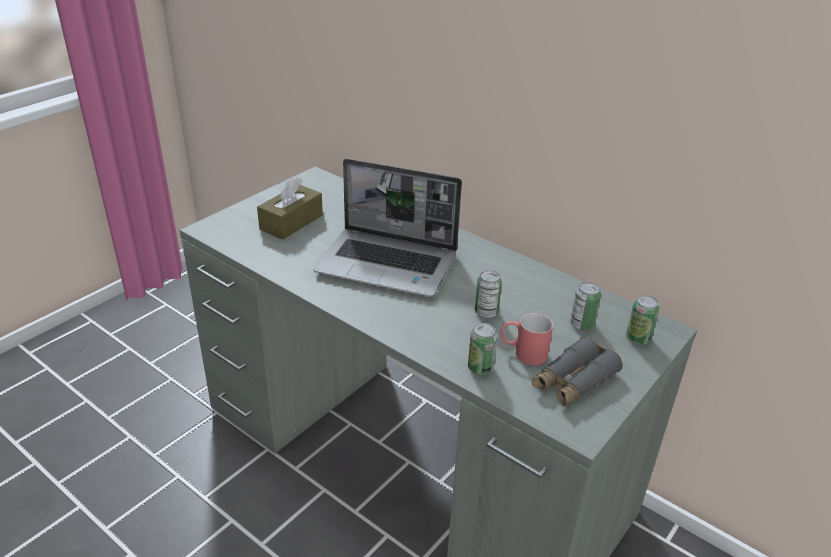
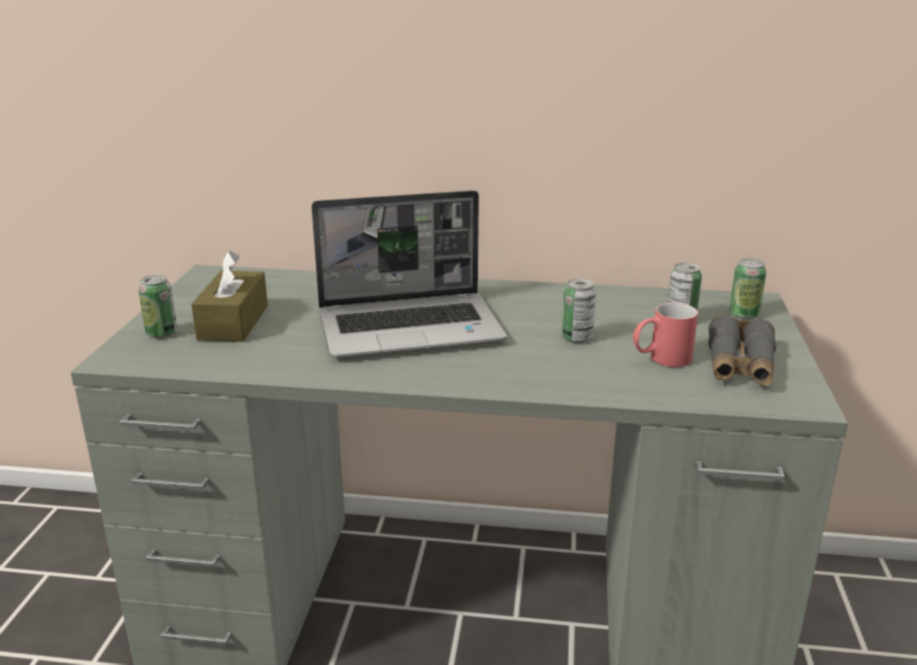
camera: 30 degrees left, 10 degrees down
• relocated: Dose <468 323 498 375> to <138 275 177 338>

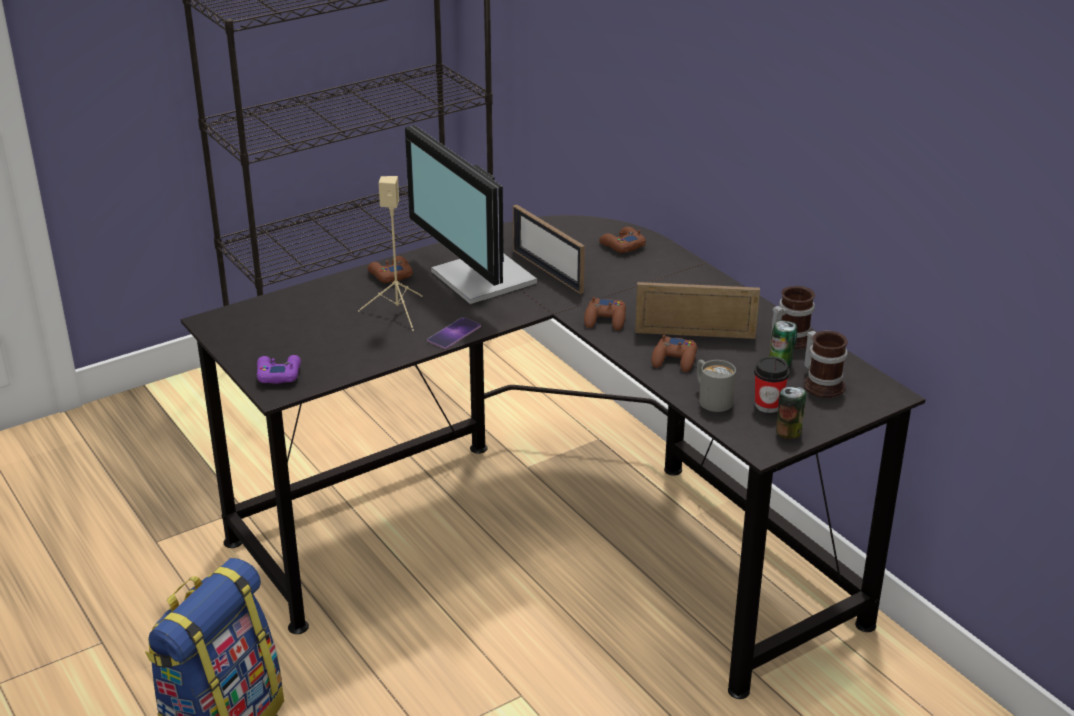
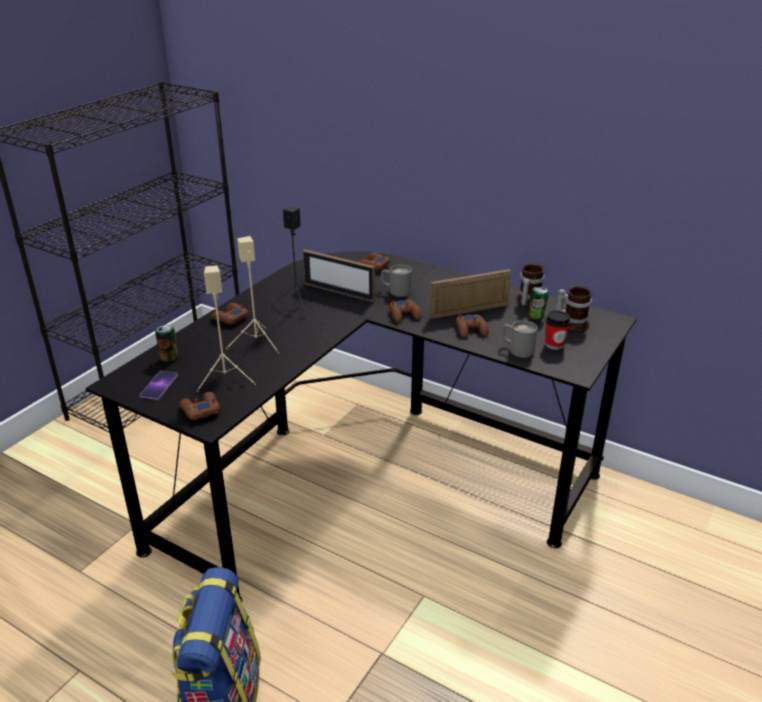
camera: 25 degrees left, 0 degrees up
• exchanged: Monitor <405 125 537 304> to Lautsprecher (schwarz) <269 206 315 320>
• relocated: Handy <427 317 481 349> to <139 371 178 400>
• colour: Gamepad (lila) <257 355 301 384> to Gamepad (braun) <180 392 220 420>
• relocated: Dose <776 387 806 439> to <155 325 178 362>
• appeared: Henkelbecher (grau) <381 265 412 297>
• appeared: Lautsprecher (beige) <196 266 256 392>

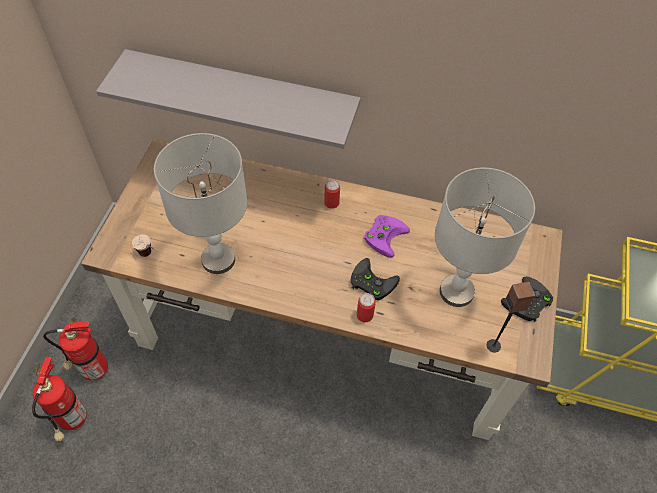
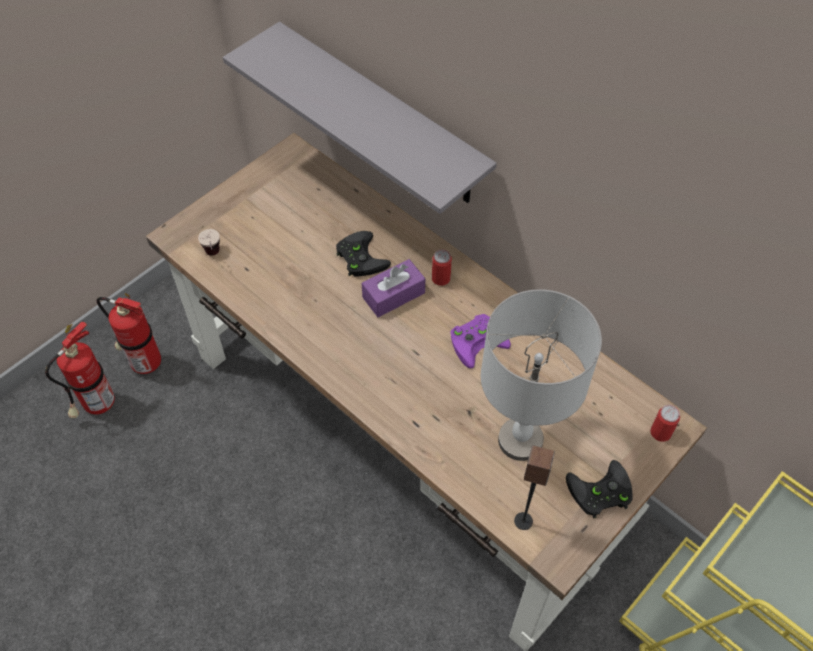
camera: 30 degrees right, 0 degrees up
• missing: Tischlampe (grau) <154 133 247 274>
• relocated: Gamepad (schwarz) <350 258 400 301> to <336 231 391 276>
• relocated: Dose <357 293 376 323> to <650 405 680 442>
• appeared: Taschentuchbox (lila) <362 259 426 317>

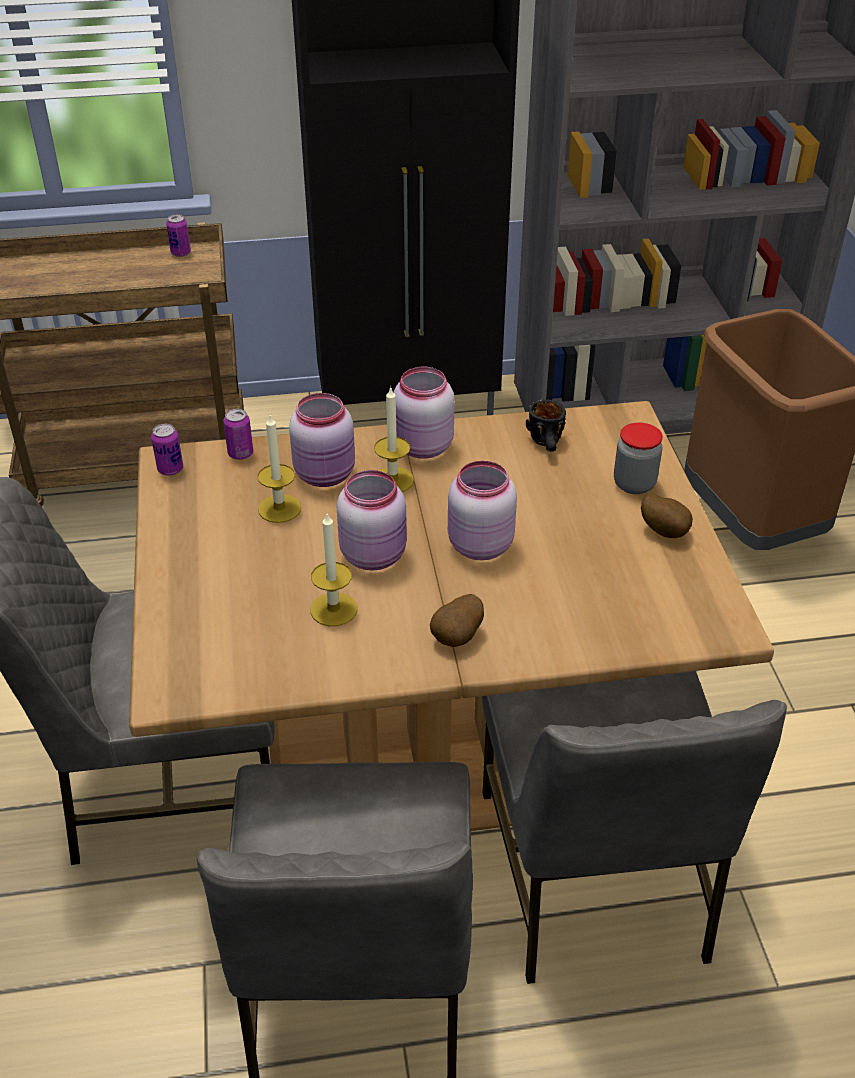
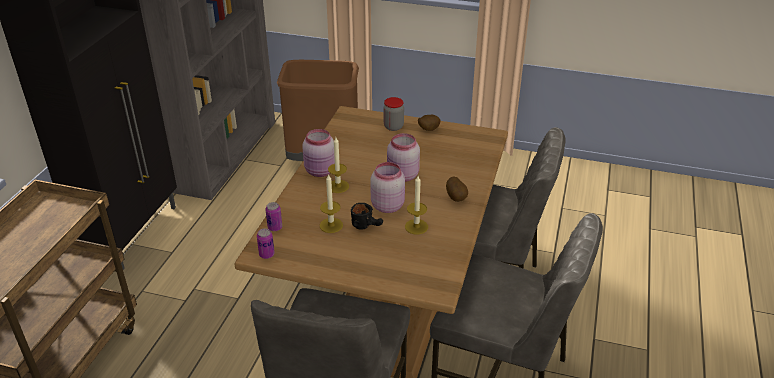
camera: 65 degrees left, 5 degrees down
• missing: Dose <166 214 191 257>
• missing: Vorratsglas (rosa) <289 393 355 487>
• relocated: Henkelbecher (schwarz) <526 400 566 452> to <351 203 383 230>

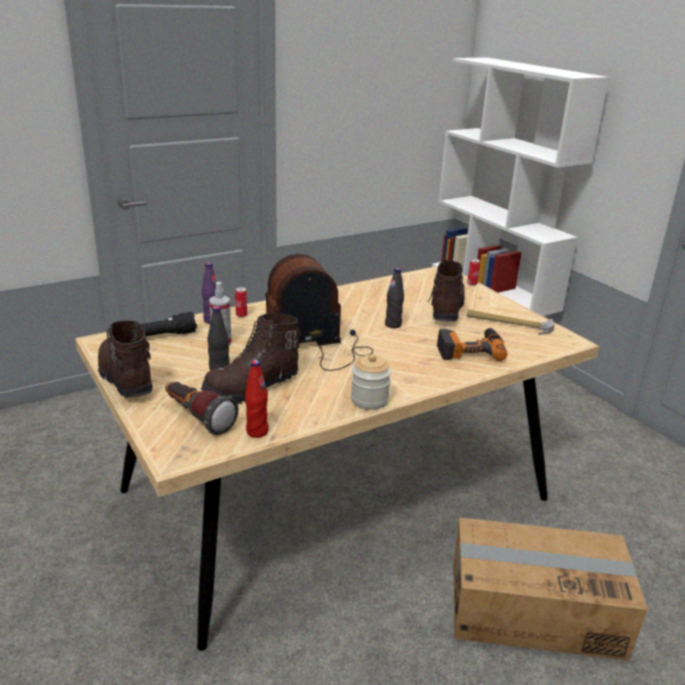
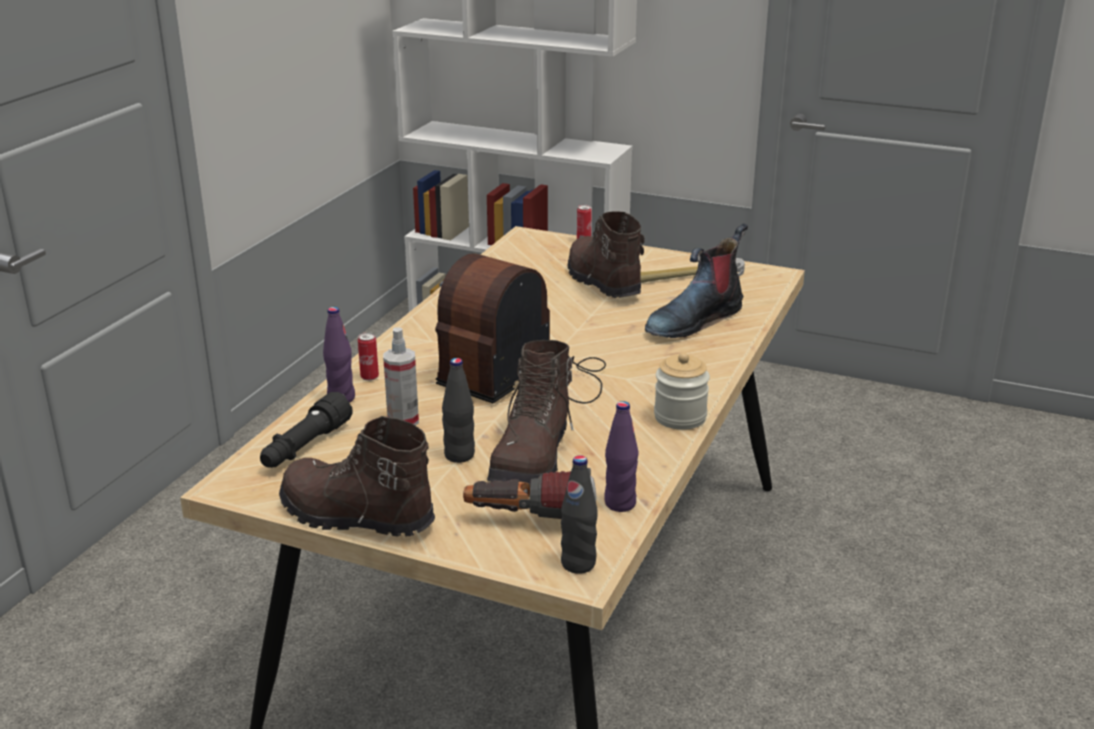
camera: 35 degrees left, 0 degrees up
• relocated: Flasche (schwarz) <385 268 404 328> to <561 455 598 574>
• exchanged: Bohrmaschine <437 328 508 361> to Stiefel <645 223 748 338>
• colour: Flasche (rot) <245 360 268 438> to Flasche (lila) <604 401 638 512>
• missing: Karton <453 517 648 661>

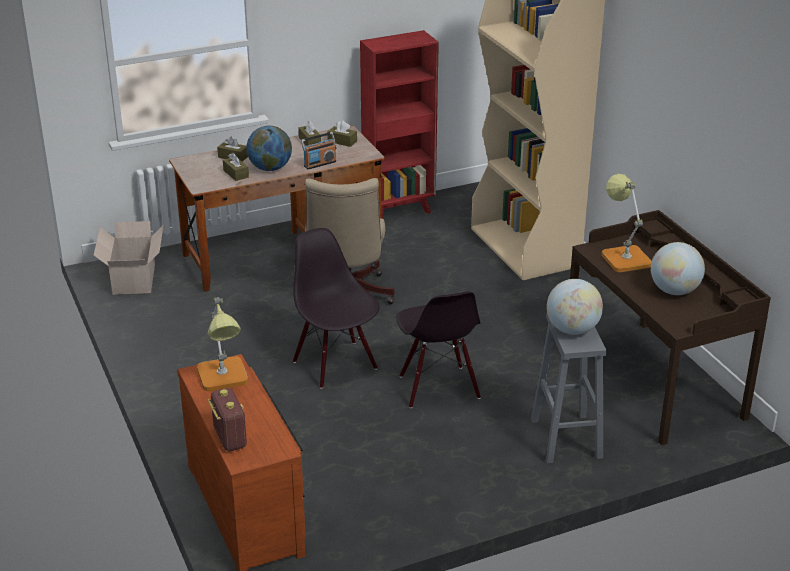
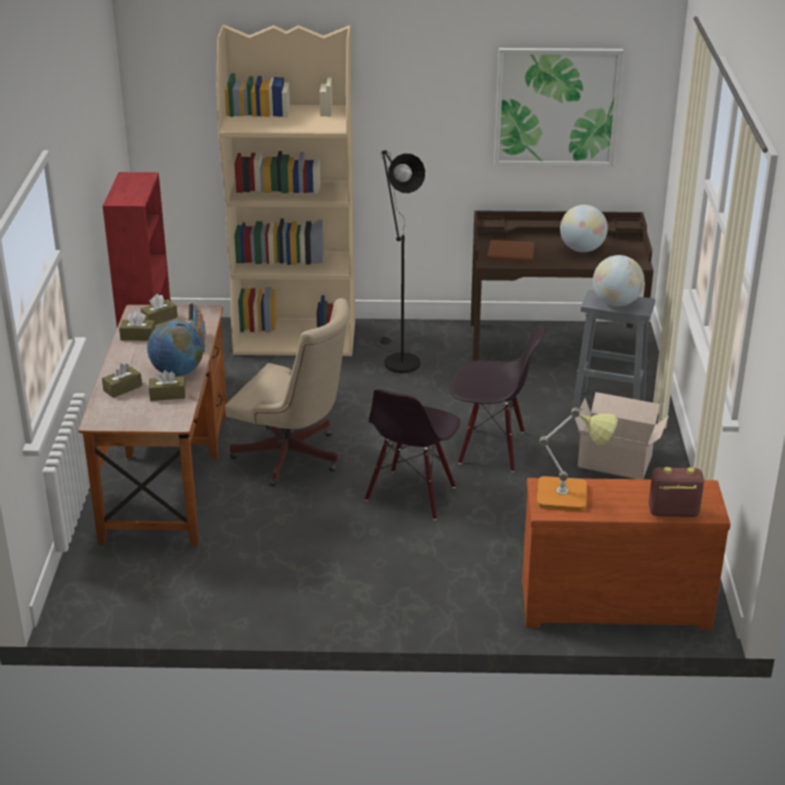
camera: 65 degrees left, 0 degrees up
• exchanged: Tischlampe <602 174 652 272> to Buch (braun) <487 240 535 262>
• relocated: Karton <94 221 163 295> to <575 392 669 479>
• spun: Stuhl (schwarz) <293 228 379 389> = <365 389 460 520> 60 degrees counterclockwise
• appeared: Bild <494 48 624 167>
• appeared: Stehlampe (schwarz) <375 150 425 373>

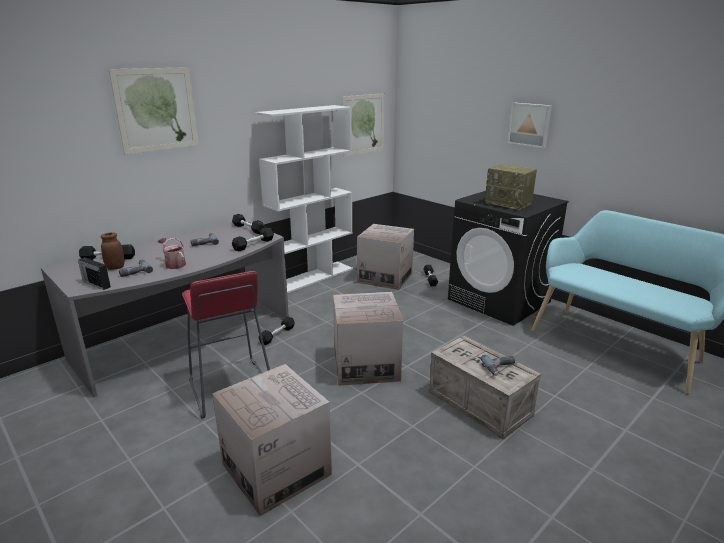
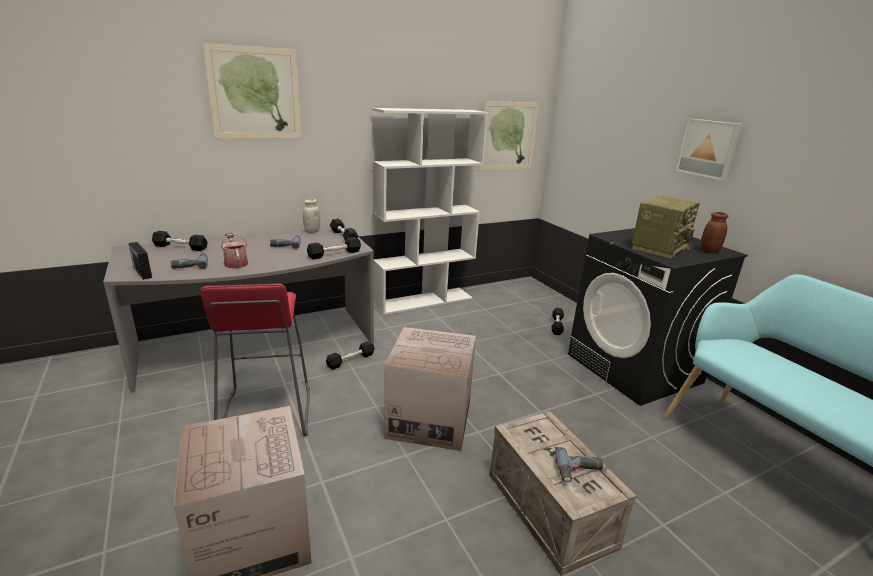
camera: 15 degrees right, 0 degrees up
• spun: Radio <485 164 537 210> = <632 195 700 259> 105 degrees counterclockwise
• missing: Karton <357 224 414 290>
• relocated: Vorratsglas (braun) <101 232 125 270> to <701 212 728 253>
• appeared: Vorratsglas (weiß) <303 199 320 233>

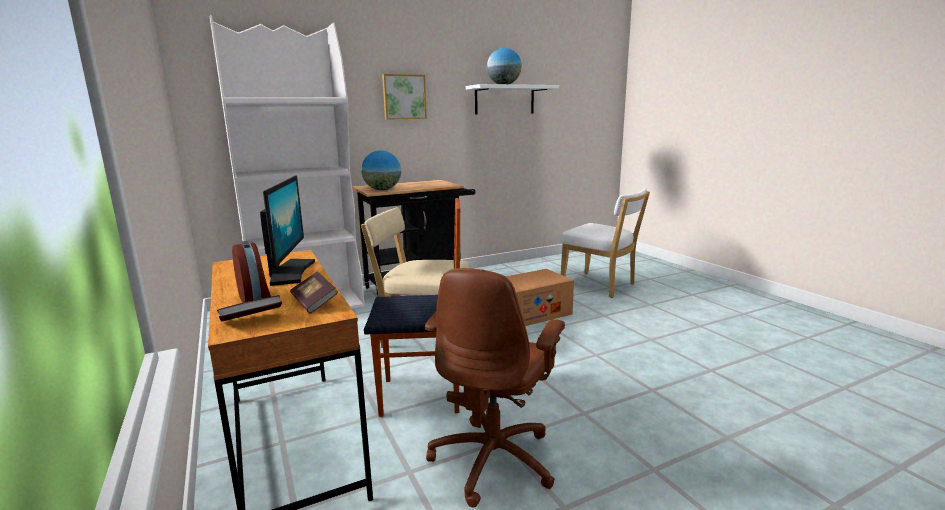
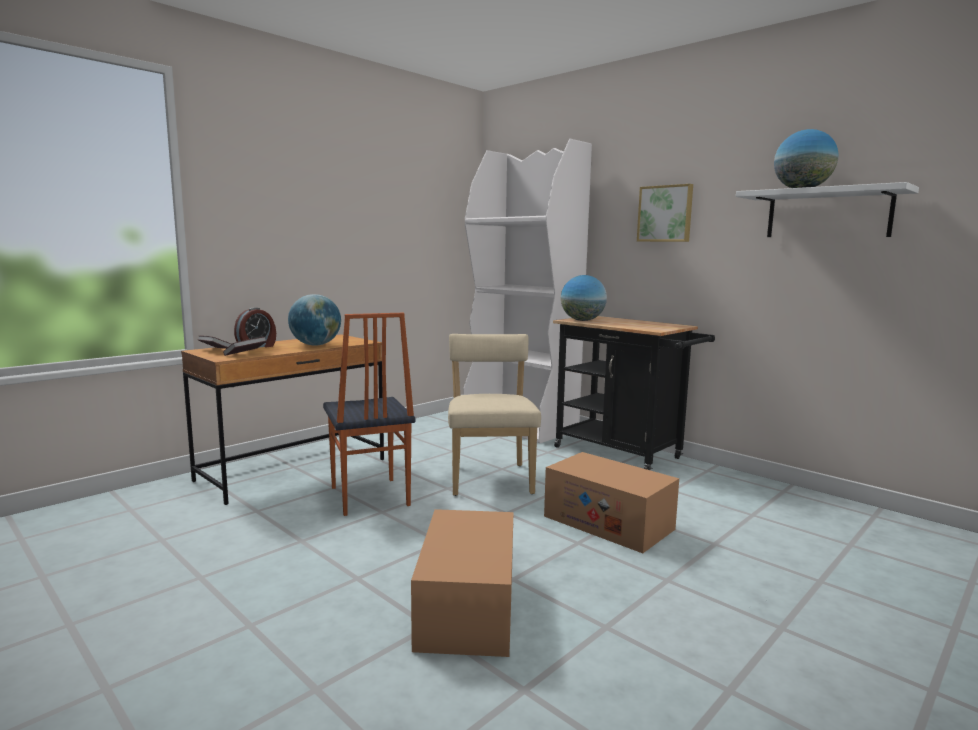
camera: 70 degrees right, 5 degrees down
• exchanged: Monitor <260 175 315 286> to Globus <288 294 341 346>
• missing: Stuhl (weiß) <560 188 650 298>
• missing: Bürostuhl (braun) <425 268 565 508>
• appeared: Karton <411 509 513 657>

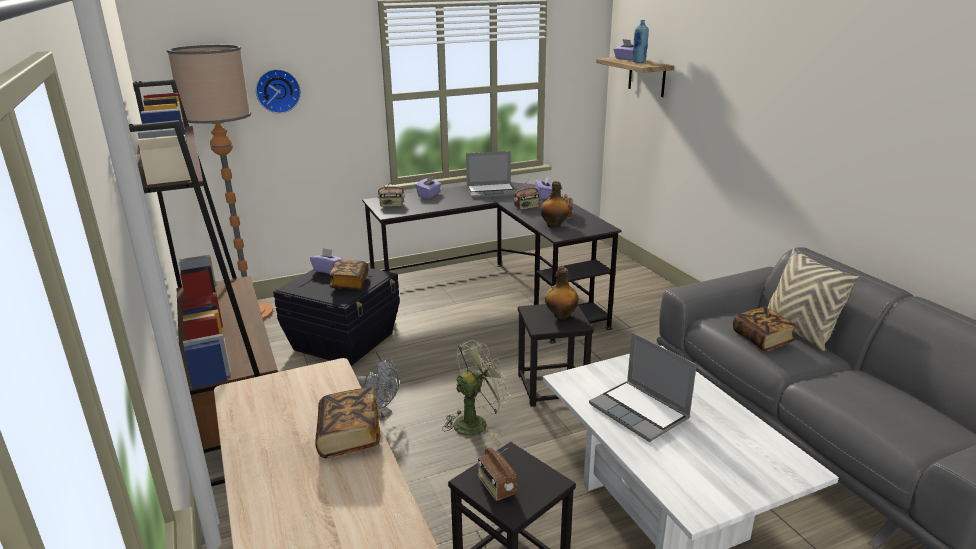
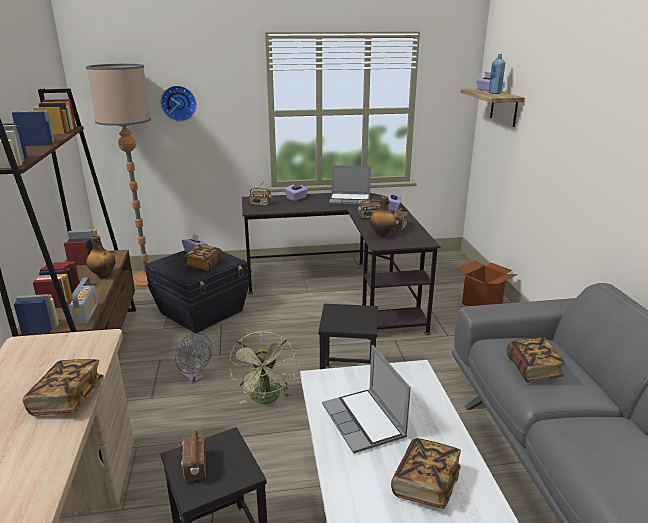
camera: 15 degrees right, 0 degrees up
• missing: Kissen (beige) <768 247 860 351>
• relocated: Flasche <545 267 579 319> to <86 235 115 278>
• spun: Ventilator (grün) <442 340 511 437> = <229 332 297 404> 105 degrees clockwise
• appeared: Karton <456 261 518 306>
• appeared: Radio <69 278 98 325>
• appeared: Buch <391 438 461 509>

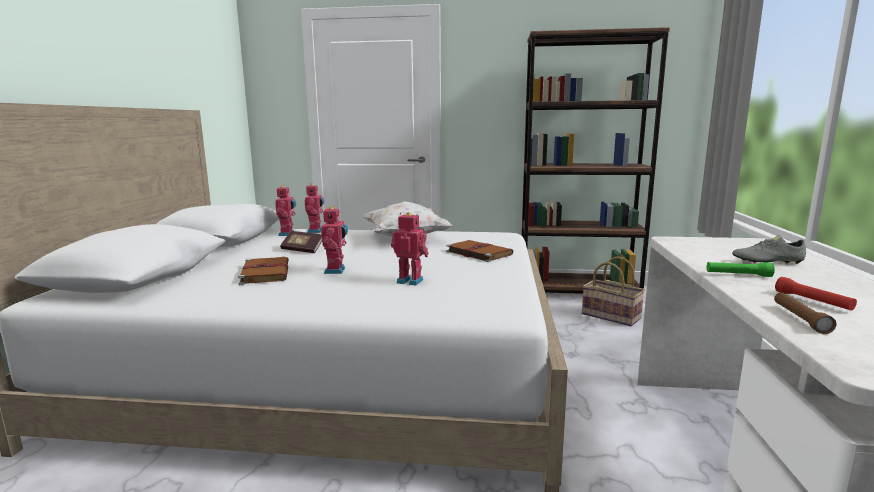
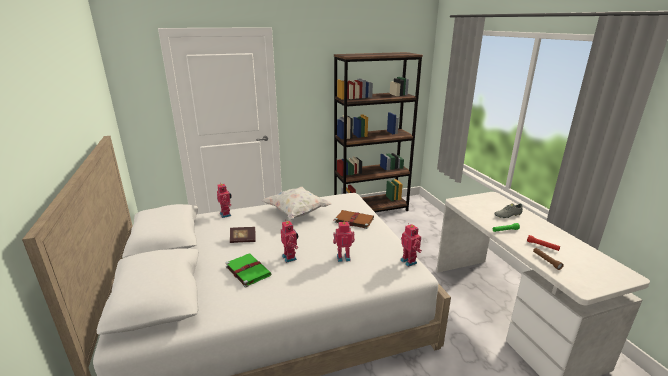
camera: 25 degrees left, 10 degrees up
• relocated: Spielzeugroboter <275 185 296 236> to <400 223 422 267>
• missing: Korb <582 256 645 326>
• colour: Buch (braun) <238 257 289 285> to Buch (grün) <226 254 272 288>

